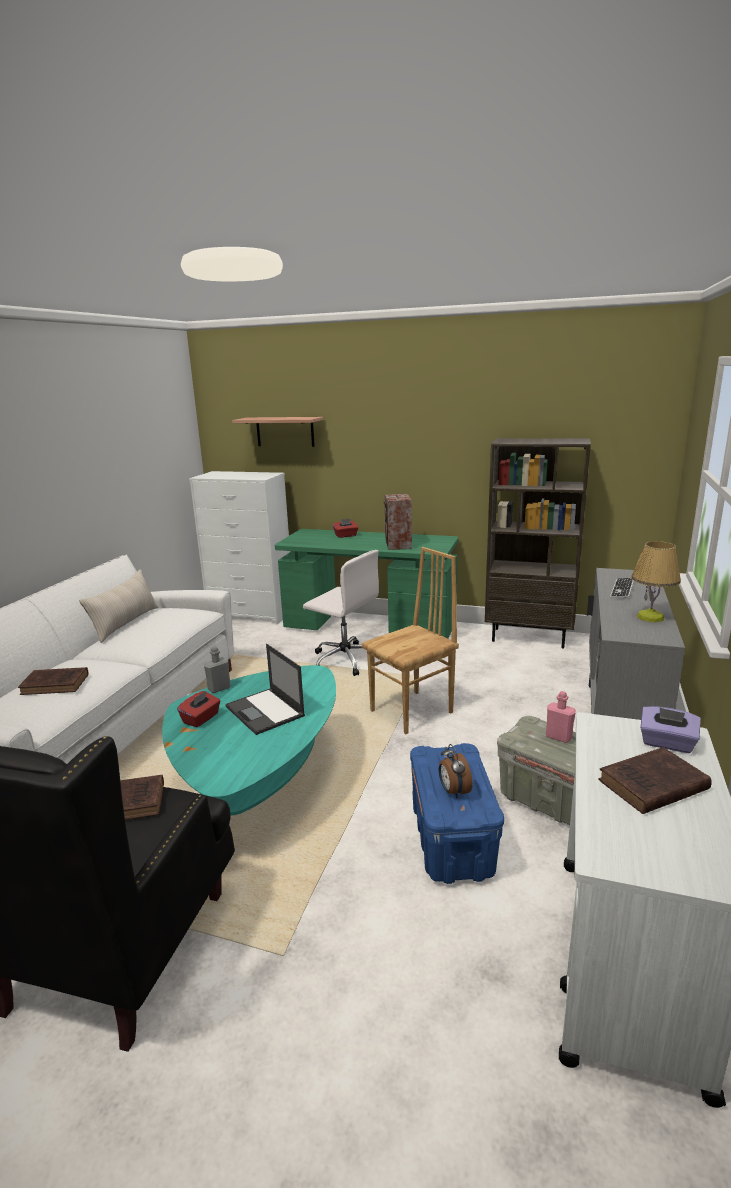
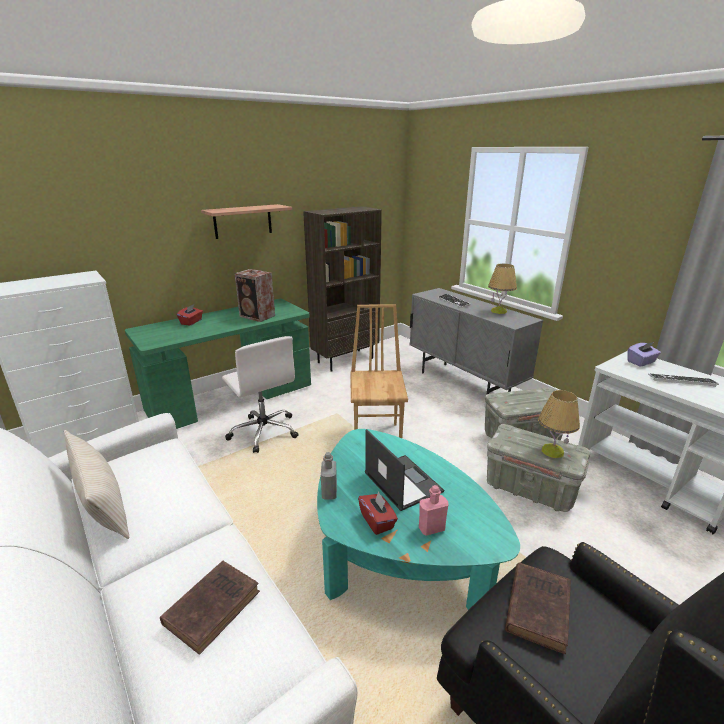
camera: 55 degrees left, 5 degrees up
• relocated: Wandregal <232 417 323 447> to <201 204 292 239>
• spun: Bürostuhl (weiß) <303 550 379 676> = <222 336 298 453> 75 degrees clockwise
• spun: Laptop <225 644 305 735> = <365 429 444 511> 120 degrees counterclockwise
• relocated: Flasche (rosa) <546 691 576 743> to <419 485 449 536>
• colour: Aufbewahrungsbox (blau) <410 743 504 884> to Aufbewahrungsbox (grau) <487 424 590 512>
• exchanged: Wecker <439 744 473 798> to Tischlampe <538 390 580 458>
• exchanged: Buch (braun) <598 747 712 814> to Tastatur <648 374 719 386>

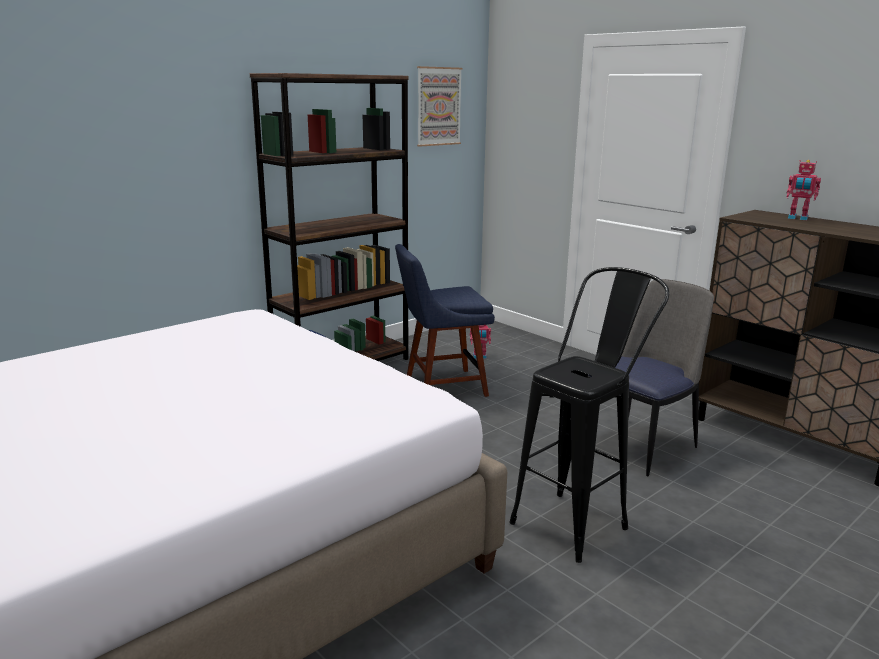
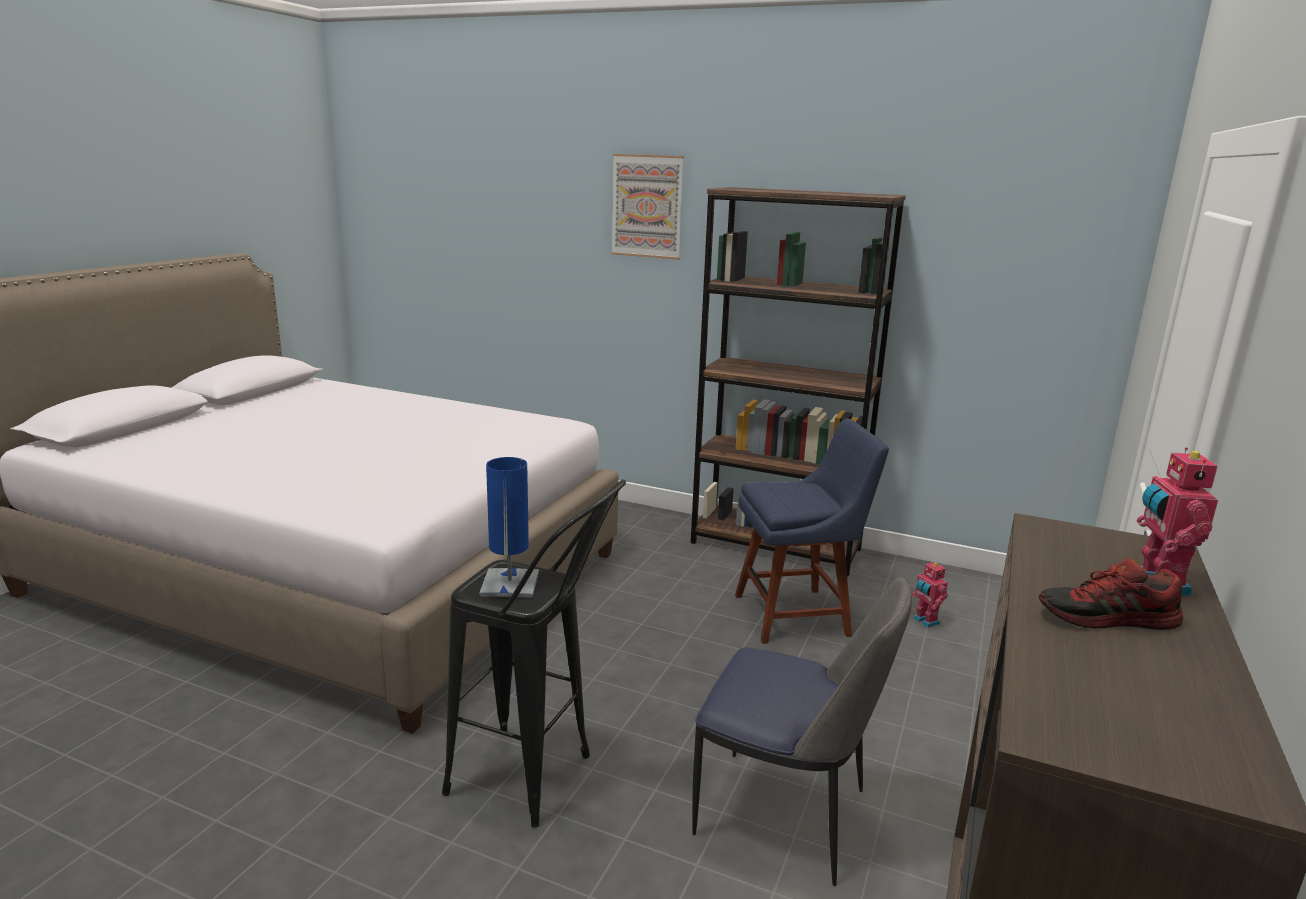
camera: 65 degrees right, 0 degrees up
• relocated: Bild <417 66 462 147> to <611 154 684 260>
• spun: Stuhl (blau) <395 244 495 397> = <735 419 889 644> 120 degrees clockwise
• appeared: Tischlampe (blau) <480 457 539 597>
• appeared: Schuh <1039 558 1184 630>

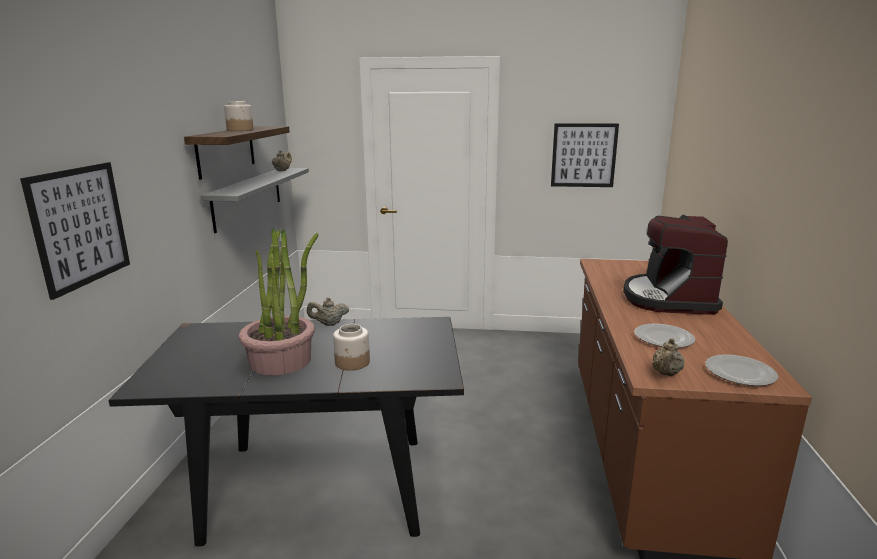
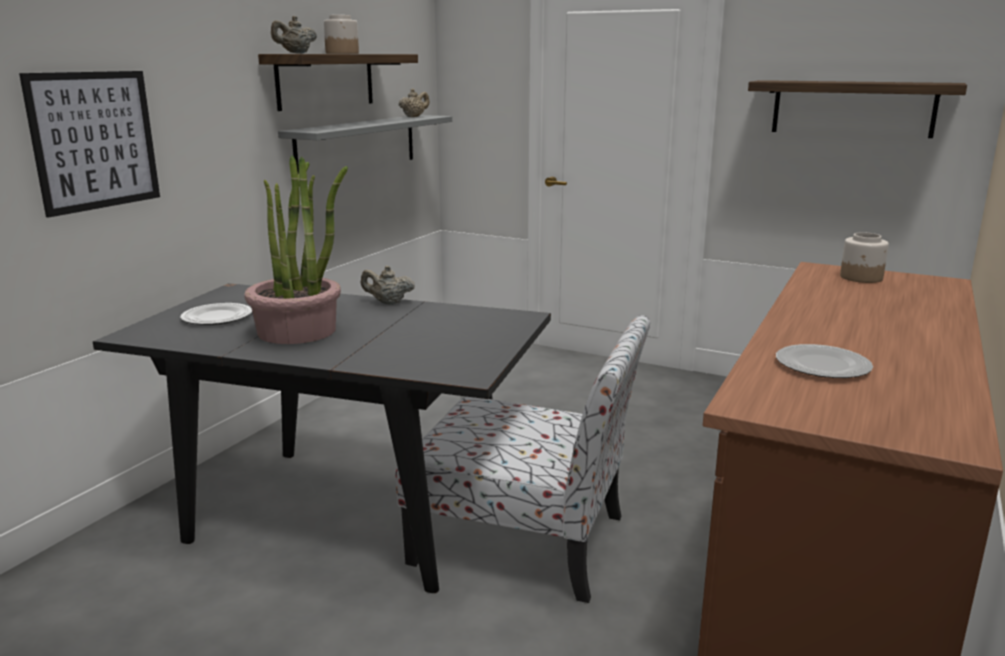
camera: 20 degrees right, 0 degrees up
• exchanged: Bild <551 123 619 187> to Wandregal <748 80 967 138>
• missing: Kaffeemaschine <623 215 728 315>
• relocated: Vorratsglas <333 324 370 371> to <840 232 889 283>
• relocated: Teekanne (beige) <652 338 684 376> to <271 16 317 53>
• relocated: Teller <706 354 778 386> to <180 303 252 325>
• appeared: Stuhl <396 315 650 603>

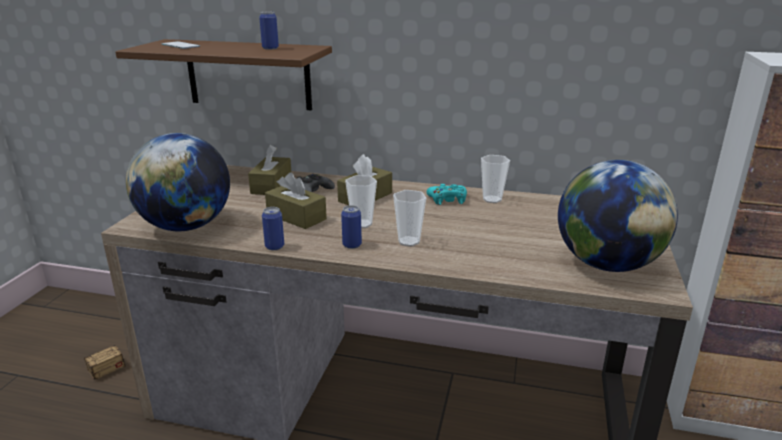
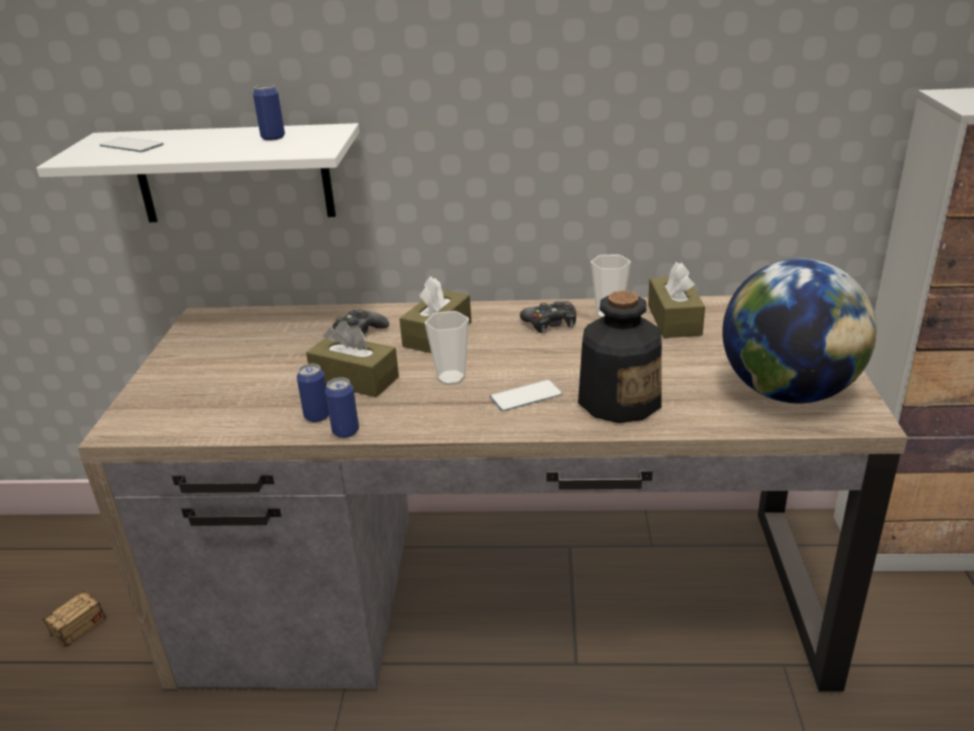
camera: 10 degrees left, 5 degrees up
• colour: Wandregal (braun) <115 39 332 111> to Wandregal (weiß) <36 123 359 222>
• missing: Globus <126 133 230 231>
• relocated: Taschentuchbox (braun) <248 145 291 195> to <648 262 705 338>
• colour: Gamepad (türkis) <427 184 467 205> to Gamepad (schwarz) <520 301 576 333>
• exchanged: Tasse <393 190 426 247> to Handy <489 380 562 411>
• relocated: Dose <341 205 362 249> to <297 364 329 422>
• appeared: Flasche <578 291 662 423>

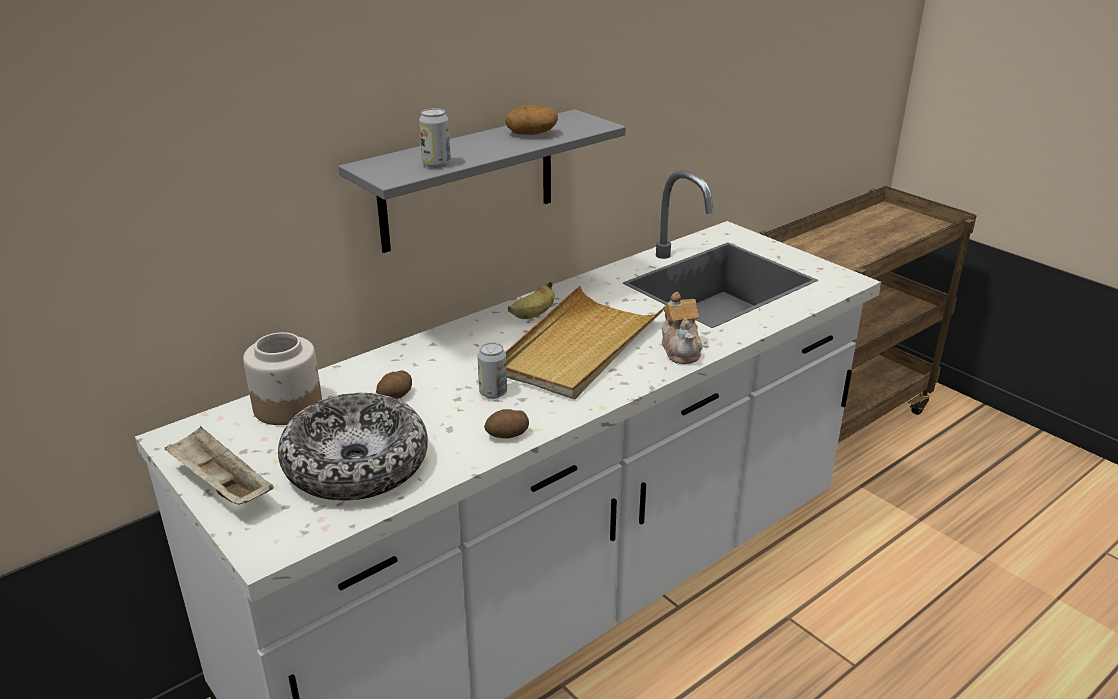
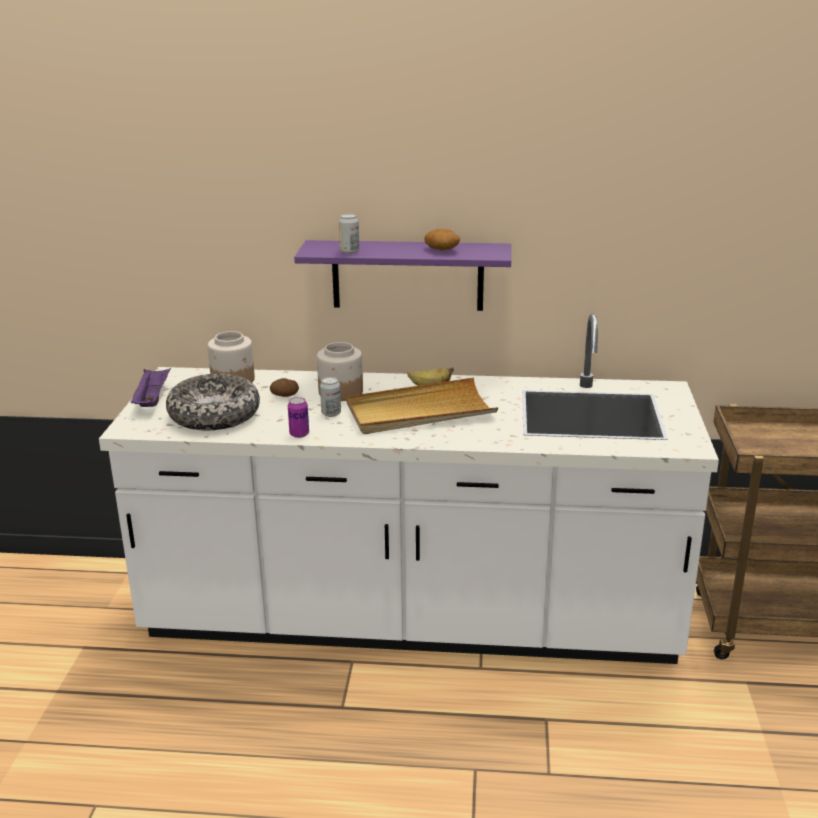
camera: 45 degrees right, 5 degrees down
• colour: Wandregal (grau) <338 109 626 253> to Wandregal (lila) <294 240 511 311>
• missing: Teekanne <662 292 703 364>
• exchanged: Kartoffel <484 409 529 439> to Dose <288 397 309 438>
• colour: Tablett (beige) <165 426 274 505> to Tablett (lila) <131 368 171 407>
• appeared: Vorratsglas <317 342 363 401>

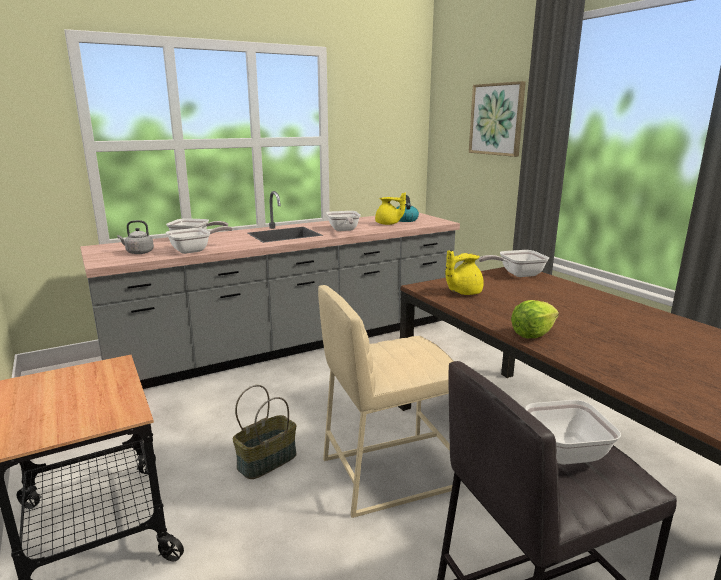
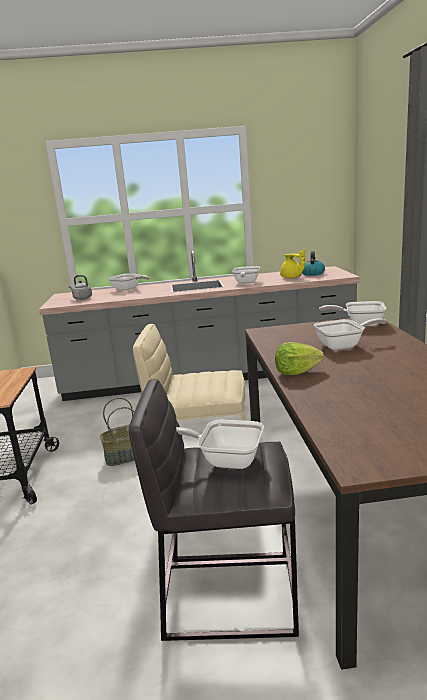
camera: 25 degrees right, 0 degrees up
• missing: Bild <469 81 526 157>
• relocated: Pfanne <166 226 233 254> to <314 318 387 350>
• missing: Teekanne (gelb) <445 250 484 295>

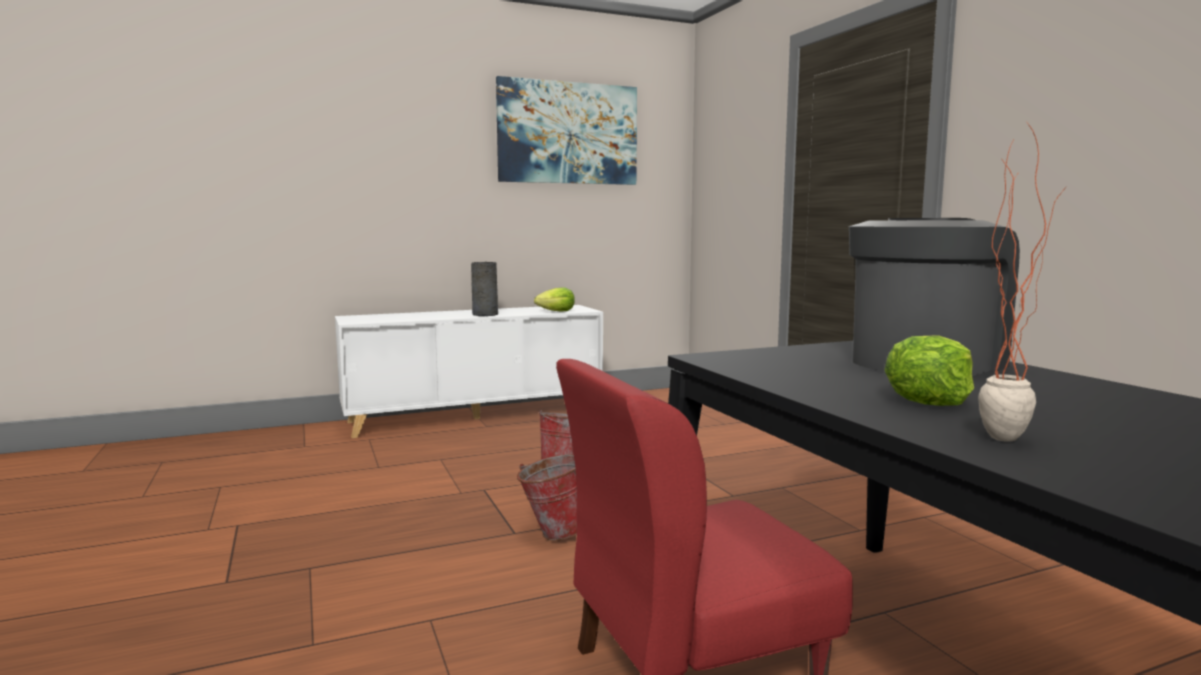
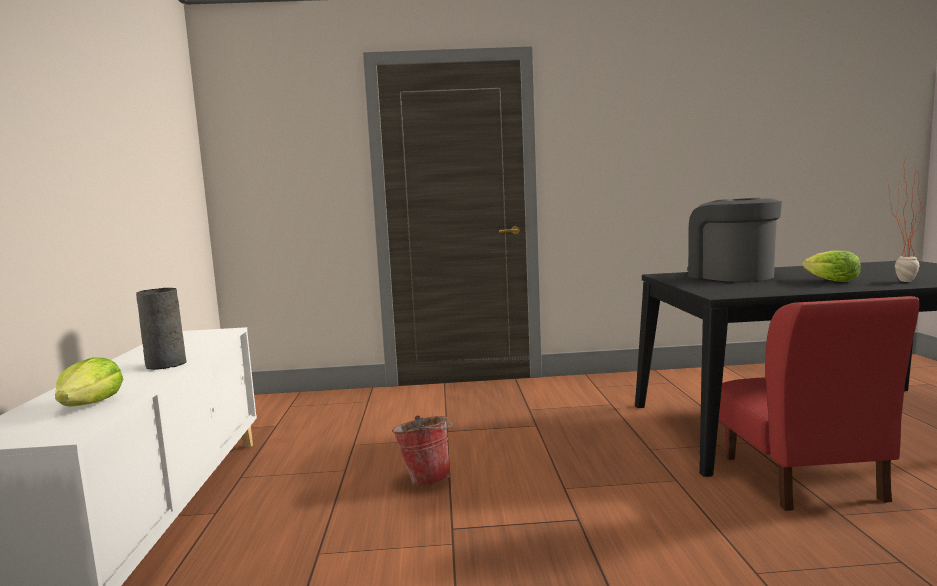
camera: 70 degrees left, 0 degrees up
• missing: Bild <496 76 637 185>
• relocated: Salatkopf <534 287 575 312> to <55 357 123 407>
• missing: Eimer <517 454 577 540>

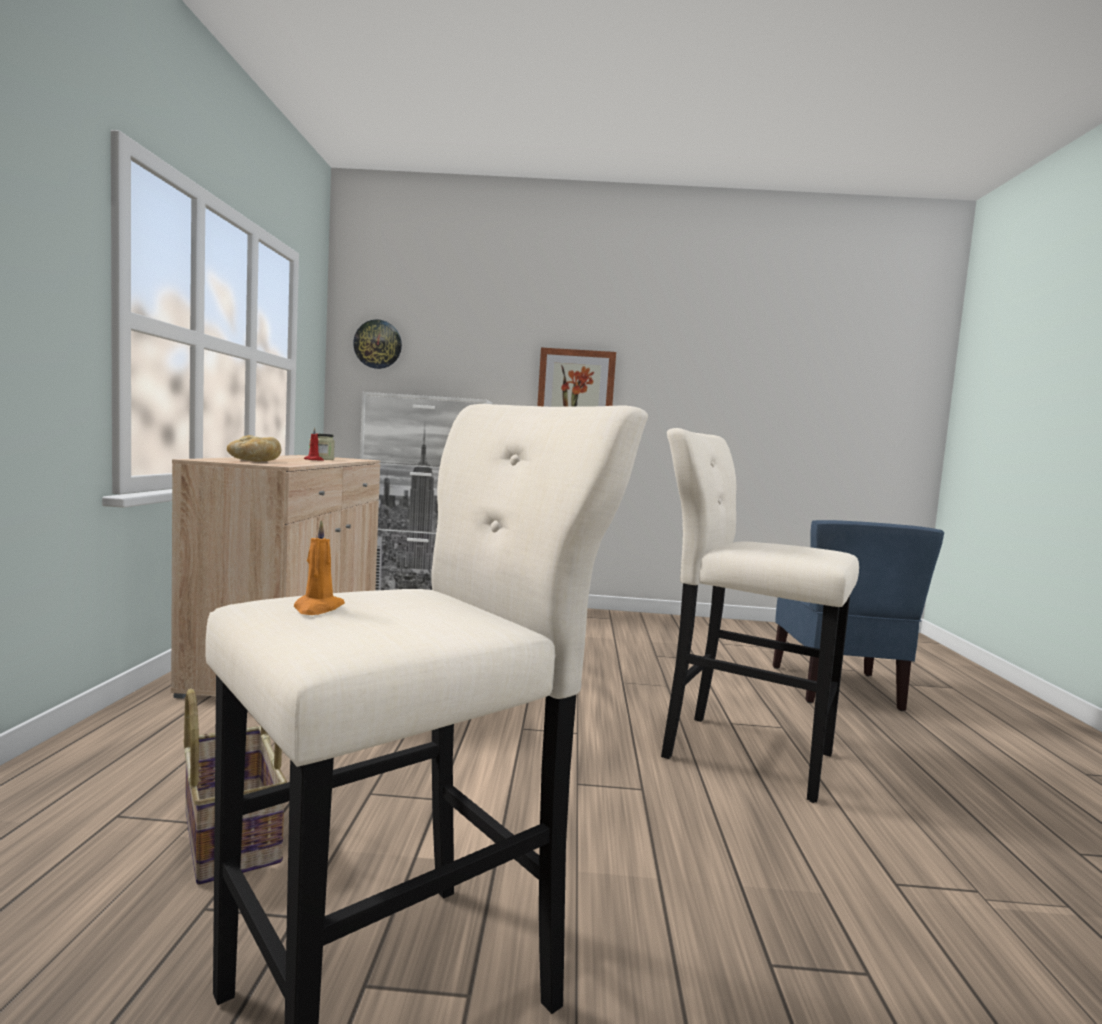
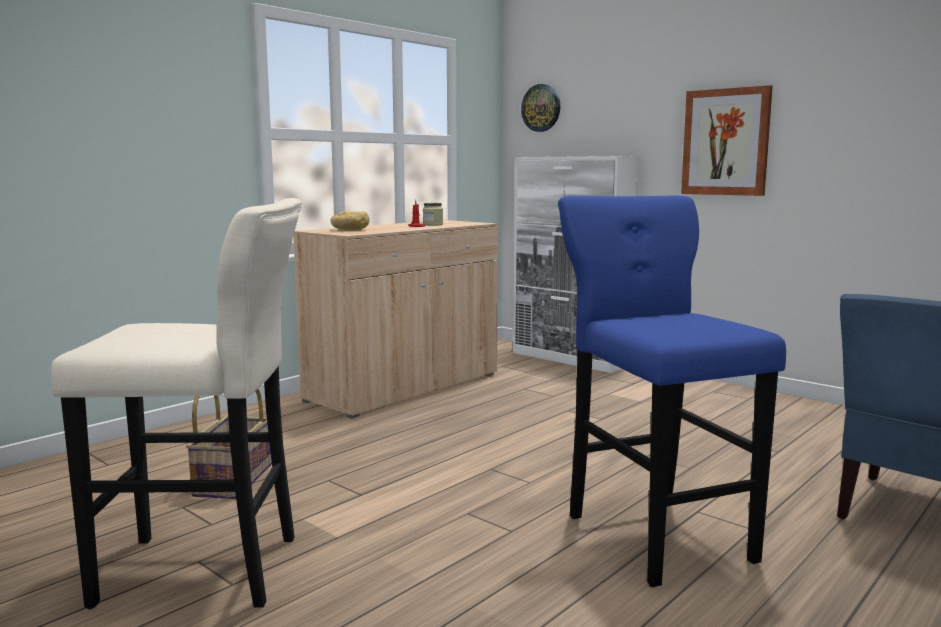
camera: 40 degrees right, 5 degrees up
• colour: Hocker (beige) <661 428 859 803> to Hocker (blau) <558 195 786 587>
• missing: Kerze (orange) <294 520 345 615>

